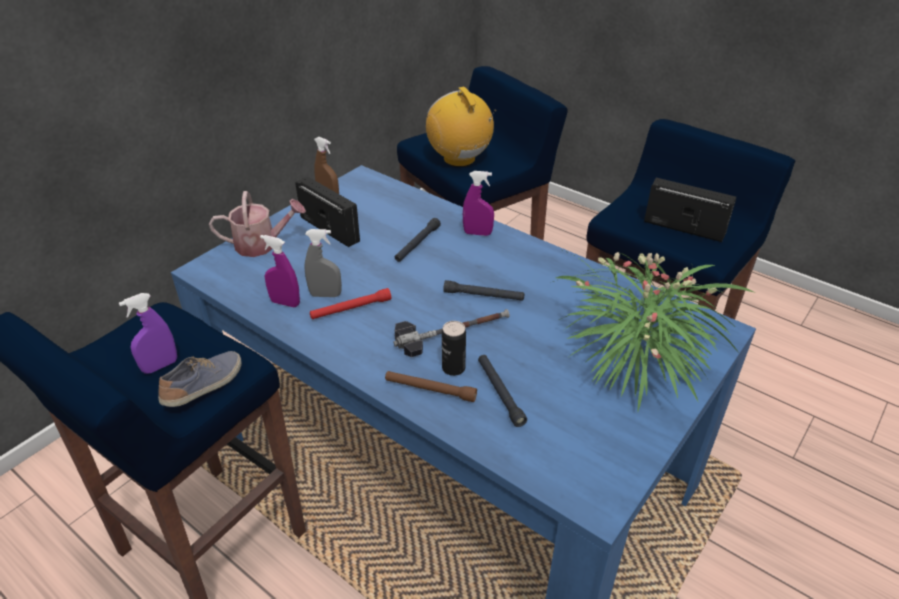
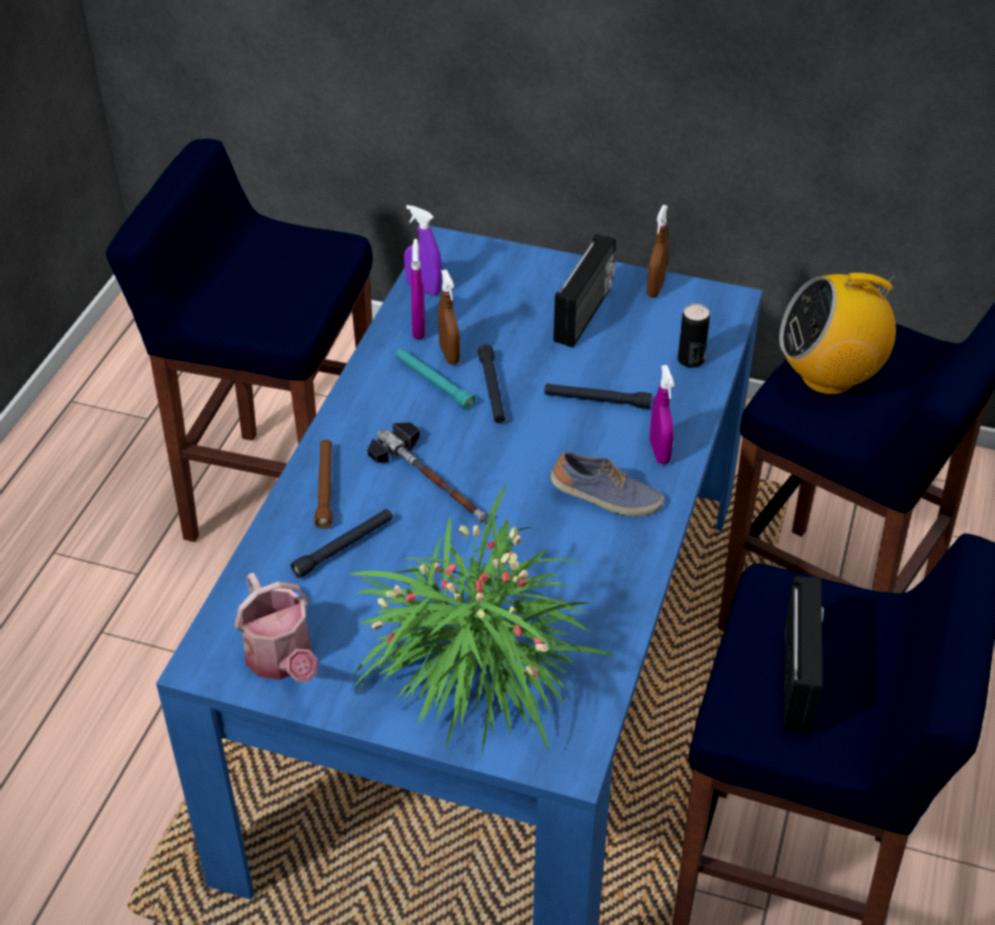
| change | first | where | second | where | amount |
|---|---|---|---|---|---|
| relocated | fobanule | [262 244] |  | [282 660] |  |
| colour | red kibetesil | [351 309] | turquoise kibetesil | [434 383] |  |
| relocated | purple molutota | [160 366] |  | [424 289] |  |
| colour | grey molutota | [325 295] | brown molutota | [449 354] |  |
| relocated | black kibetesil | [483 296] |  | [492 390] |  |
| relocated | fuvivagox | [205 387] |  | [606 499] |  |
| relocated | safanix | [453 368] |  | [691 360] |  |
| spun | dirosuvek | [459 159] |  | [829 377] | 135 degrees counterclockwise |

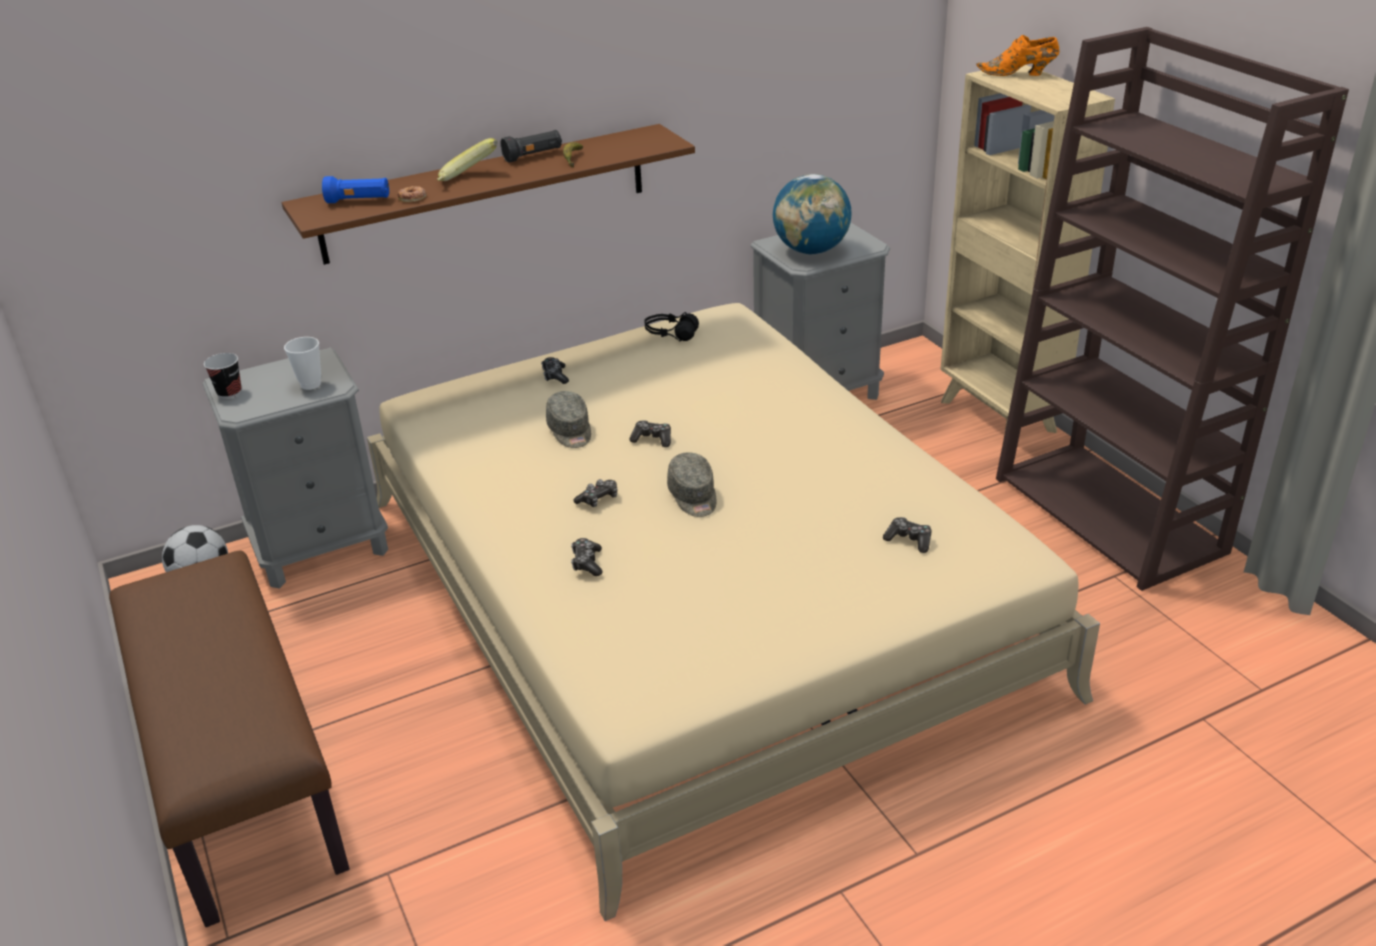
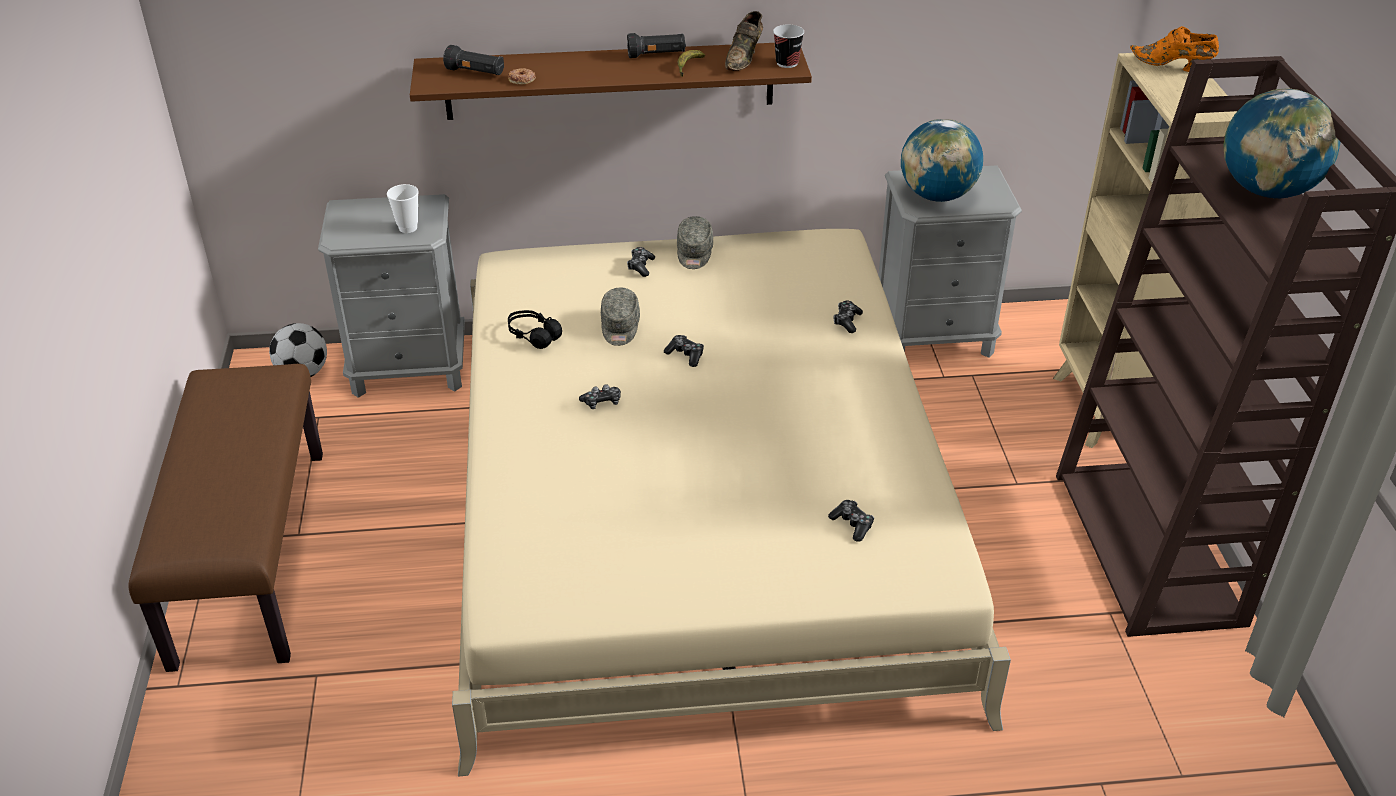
| change | first | where | second | where | amount |
|---|---|---|---|---|---|
| colour | blue kibetesil | [359 201] | black kibetesil | [476 72] |  |
| relocated | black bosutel | [671 334] |  | [533 336] |  |
| relocated | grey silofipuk | [693 497] |  | [694 253] |  |
| appeared |  |  | brown fuvivagox | [744 58] |  |
| relocated | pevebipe | [229 392] |  | [787 63] |  |
| relocated | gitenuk | [587 563] |  | [847 321] |  |
| appeared |  |  | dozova | [1267 191] |  |
| missing | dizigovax | [468 179] |  |  |  |

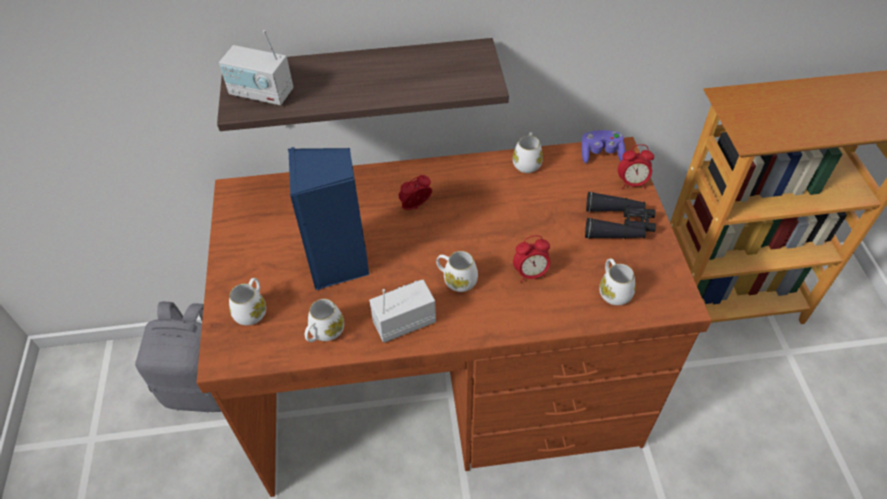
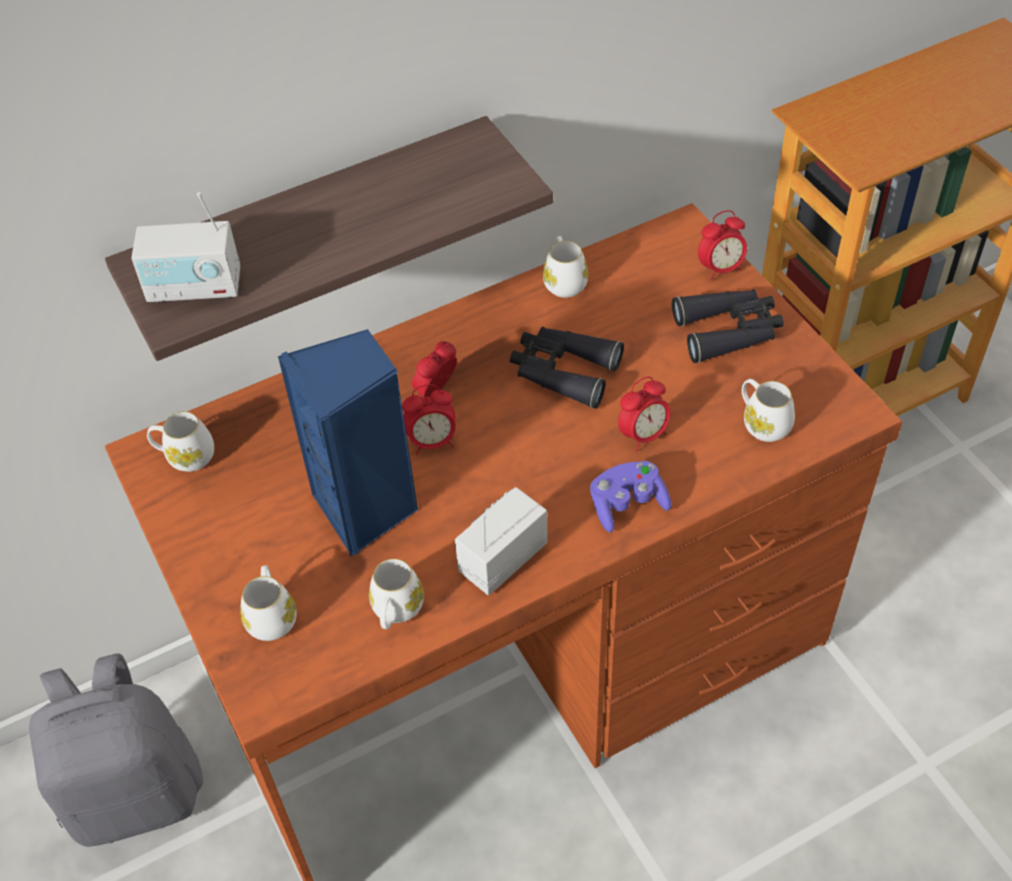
| change | first | where | second | where | amount |
|---|---|---|---|---|---|
| relocated | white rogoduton | [456 280] |  | [185 456] |  |
| appeared |  |  | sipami | [432 442] |  |
| appeared |  |  | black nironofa | [563 371] |  |
| relocated | purple gitenuk | [601 154] |  | [627 504] |  |

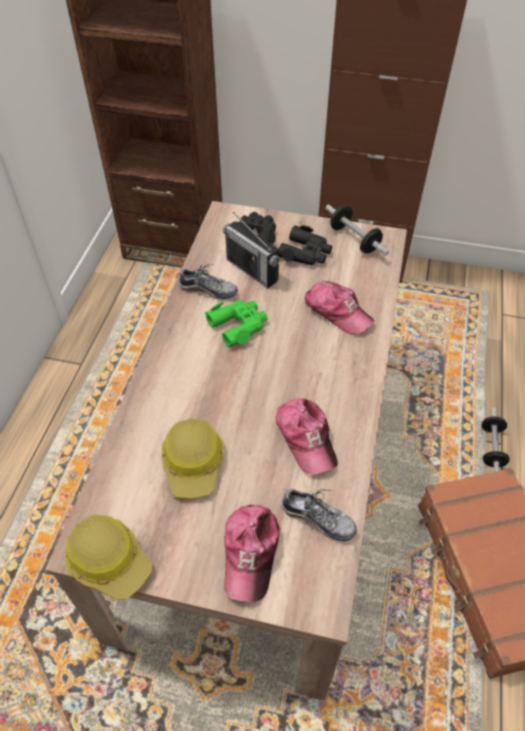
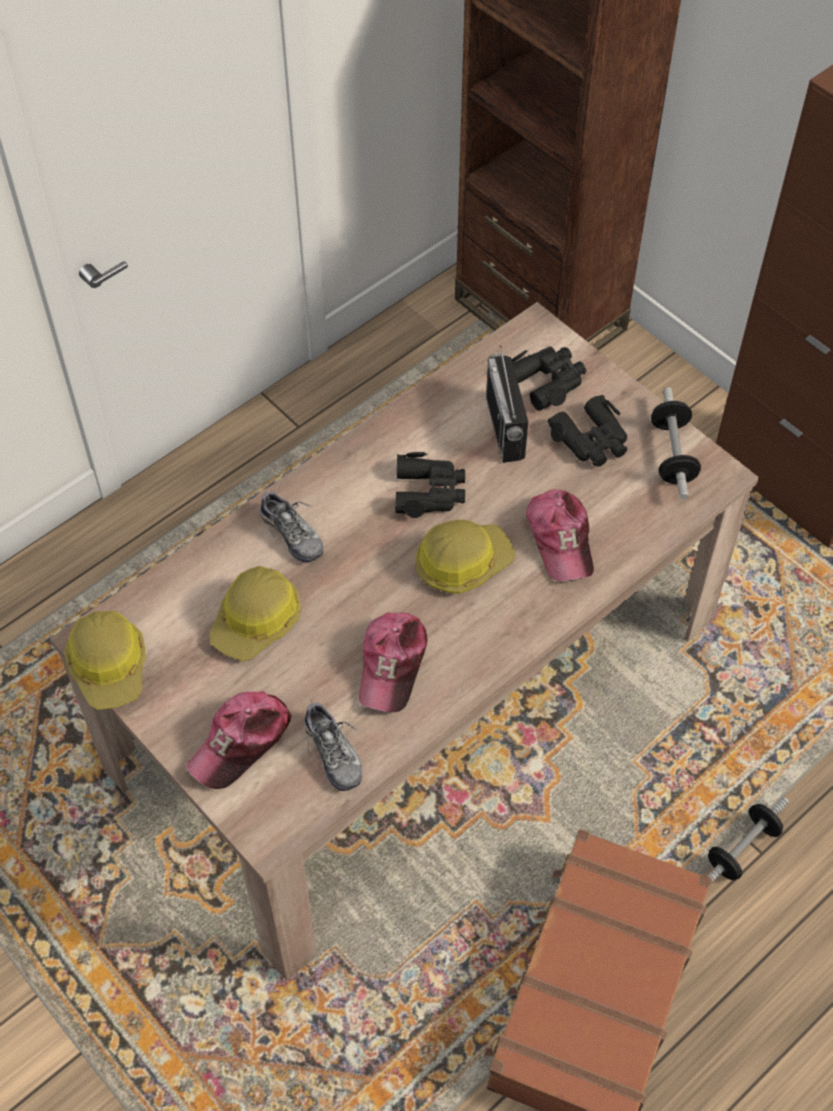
| change | first | where | second | where | amount |
|---|---|---|---|---|---|
| relocated | fuvivagox | [208 290] |  | [292 534] |  |
| colour | green nironofa | [238 325] | black nironofa | [429 491] |  |
| appeared |  |  | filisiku | [462 562] |  |

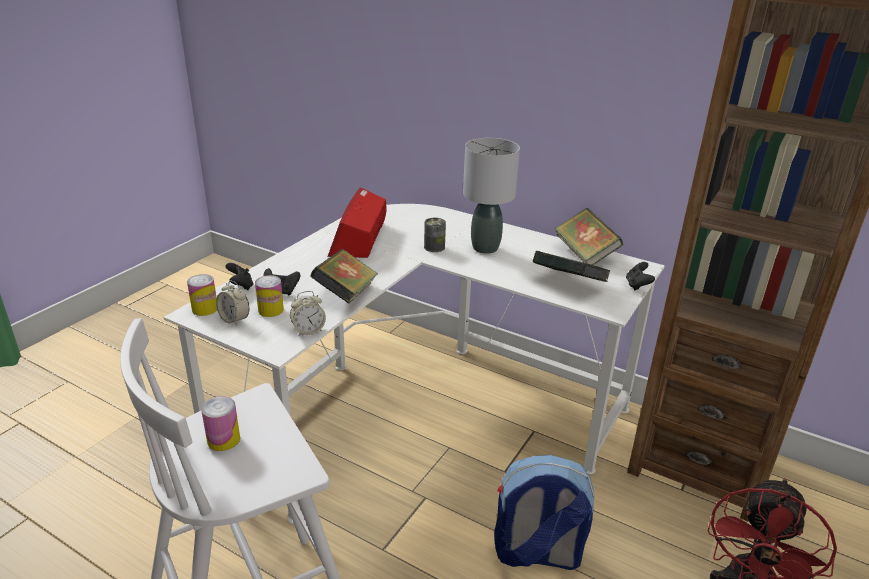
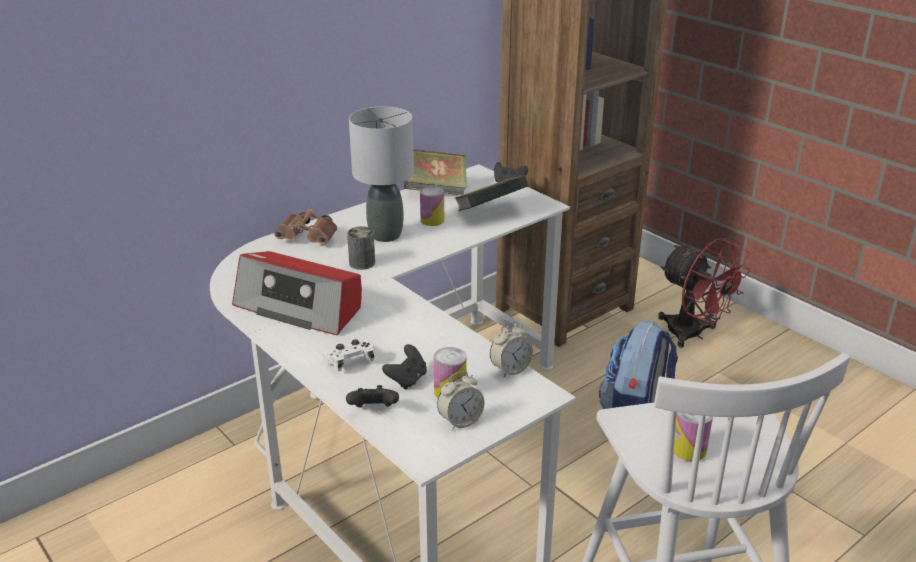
| change | first | where | second | where | amount |
|---|---|---|---|---|---|
| appeared |  |  | brown nironofa | [309 239] |  |
| appeared |  |  | white gitenuk | [349 361] |  |
| relocated | safanix | [205 309] |  | [432 220] |  |
| spun | sipami | [308 331] |  | [510 369] | 60 degrees clockwise |
| missing | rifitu | [346 294] |  |  |  |

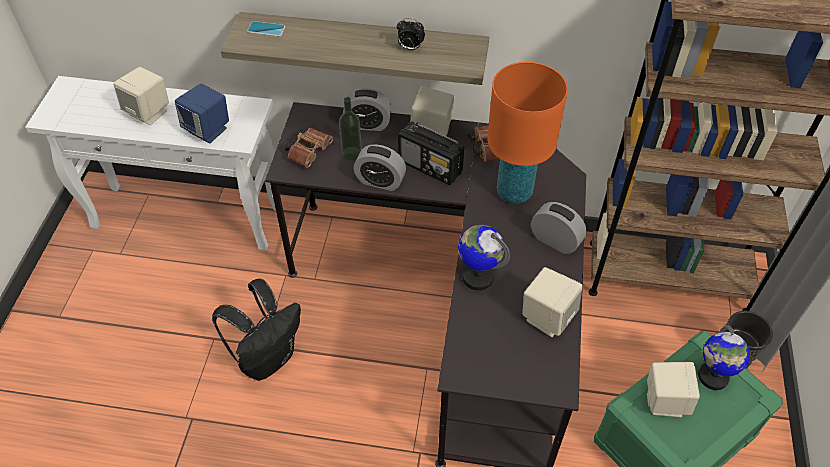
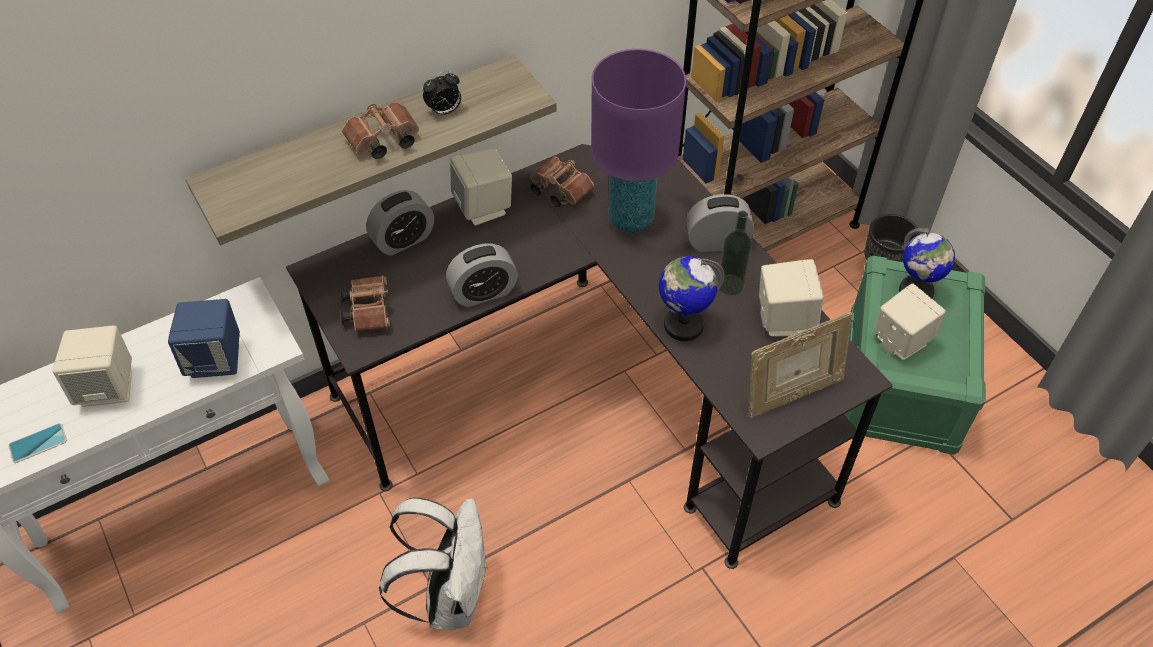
| change | first | where | second | where | amount |
|---|---|---|---|---|---|
| relocated | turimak | [266 29] |  | [38 443] |  |
| appeared |  |  | brown nironofa | [382 142] |  |
| colour | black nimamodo | [268 358] | white nimamodo | [449 595] |  |
| colour | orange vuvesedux | [514 191] | purple vuvesedux | [630 218] |  |
| relocated | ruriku | [352 153] |  | [730 284] |  |
| appeared |  |  | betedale | [791 395] |  |
| missing | dirosuvek | [430 167] |  |  |  |

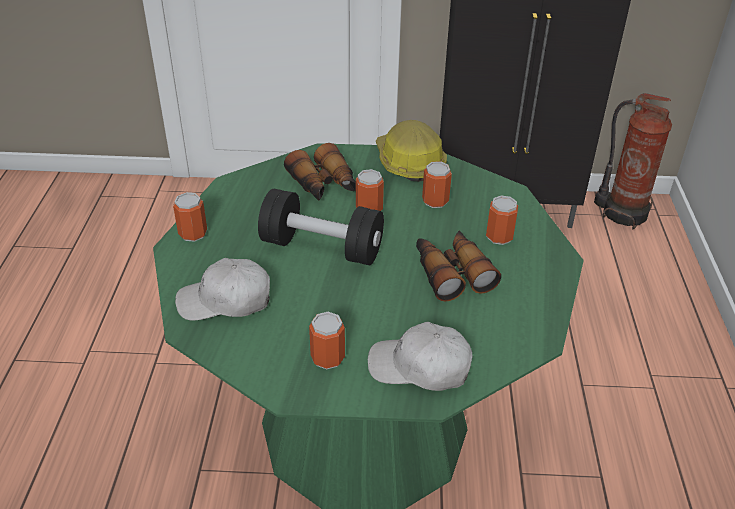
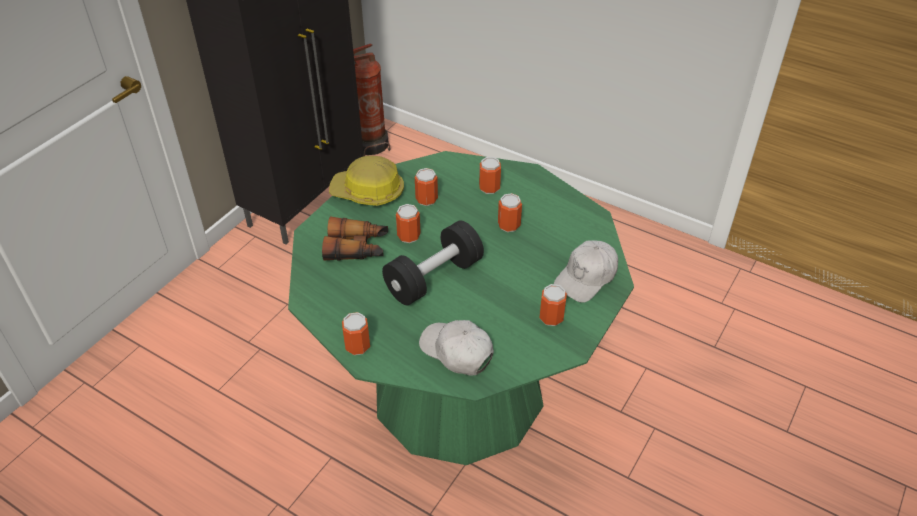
| change | first | where | second | where | amount |
|---|---|---|---|---|---|
| spun | white silofipuk | [226 301] |  | [457 352] | 105 degrees clockwise |
| exchanged | nironofa | [451 272] | safanix | [509 225] |  |

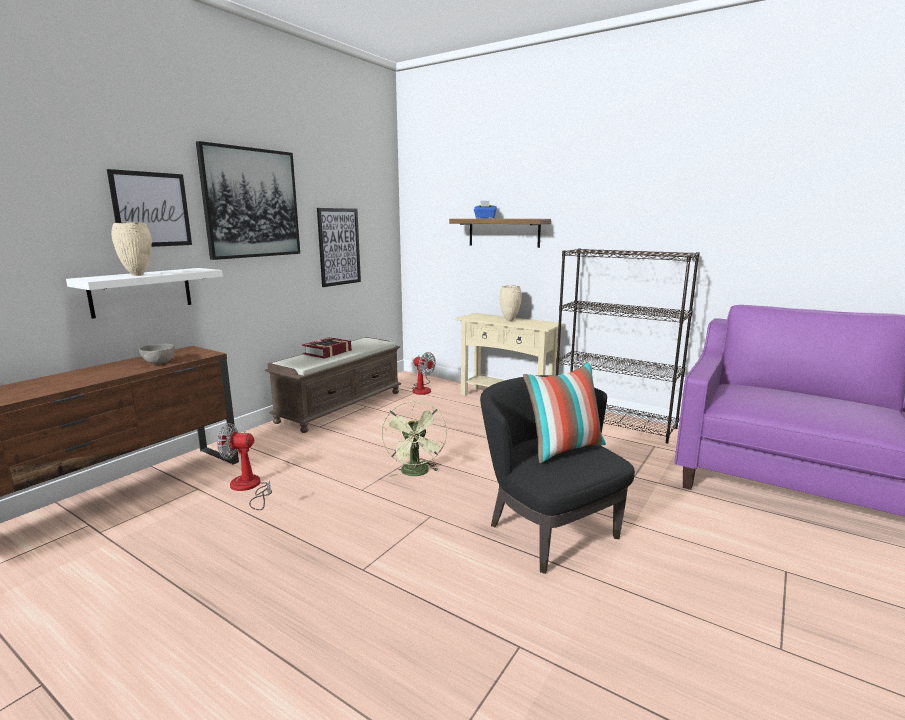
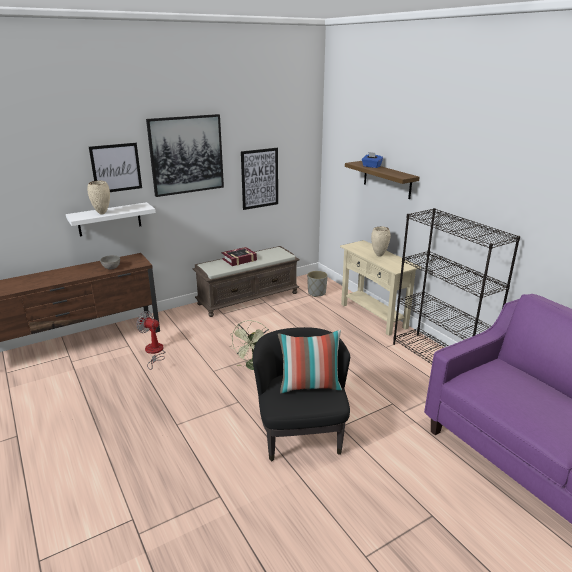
| change | first | where | second | where | amount |
|---|---|---|---|---|---|
| exchanged | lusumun | [422 389] | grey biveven | [316 293] |  |

